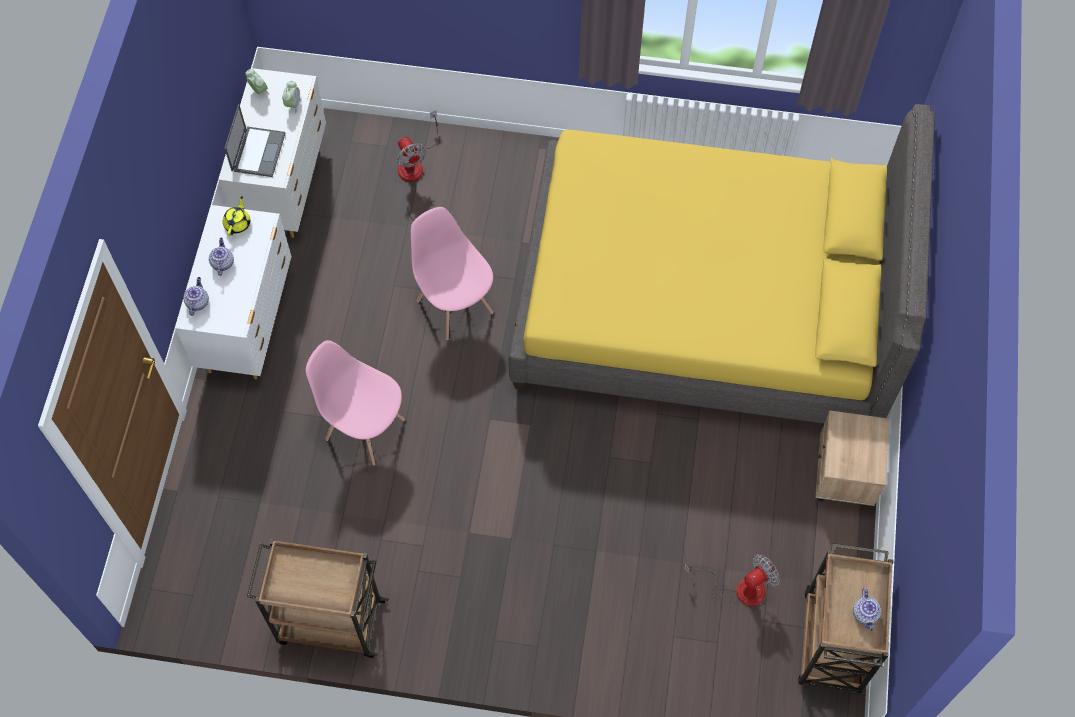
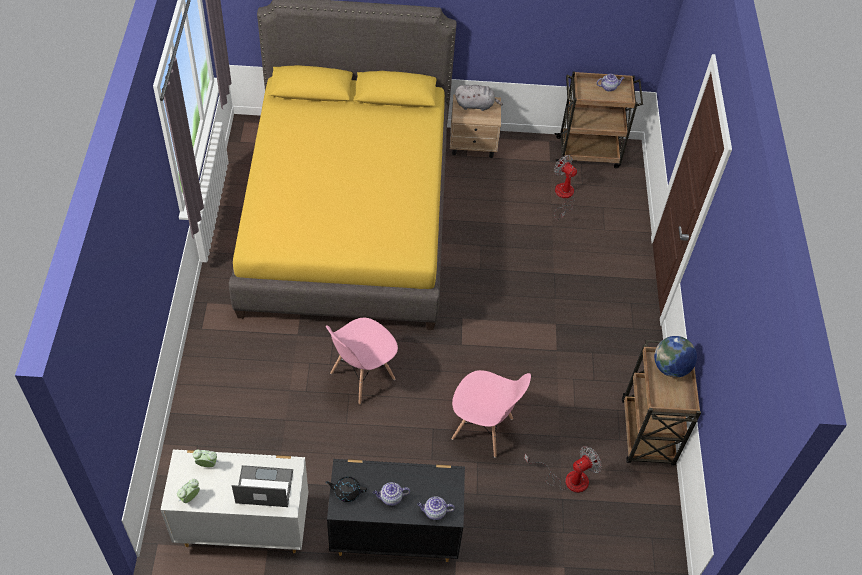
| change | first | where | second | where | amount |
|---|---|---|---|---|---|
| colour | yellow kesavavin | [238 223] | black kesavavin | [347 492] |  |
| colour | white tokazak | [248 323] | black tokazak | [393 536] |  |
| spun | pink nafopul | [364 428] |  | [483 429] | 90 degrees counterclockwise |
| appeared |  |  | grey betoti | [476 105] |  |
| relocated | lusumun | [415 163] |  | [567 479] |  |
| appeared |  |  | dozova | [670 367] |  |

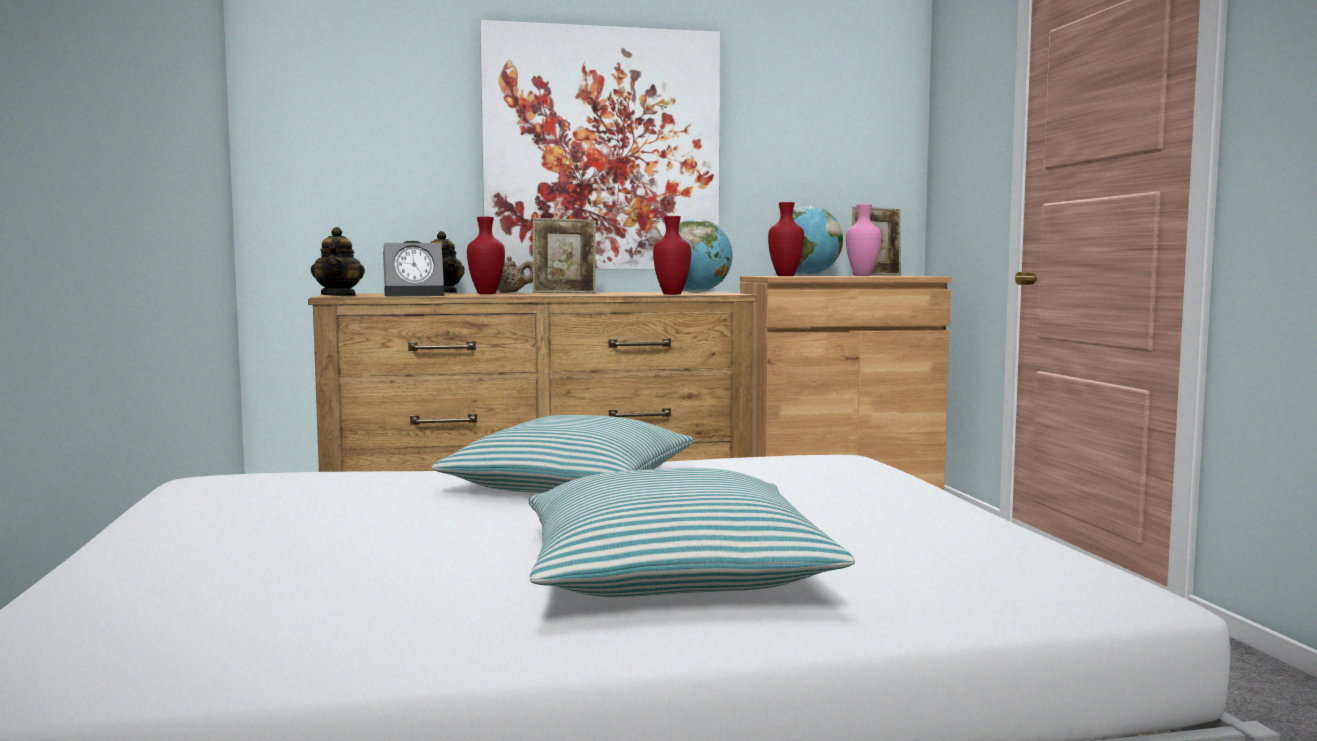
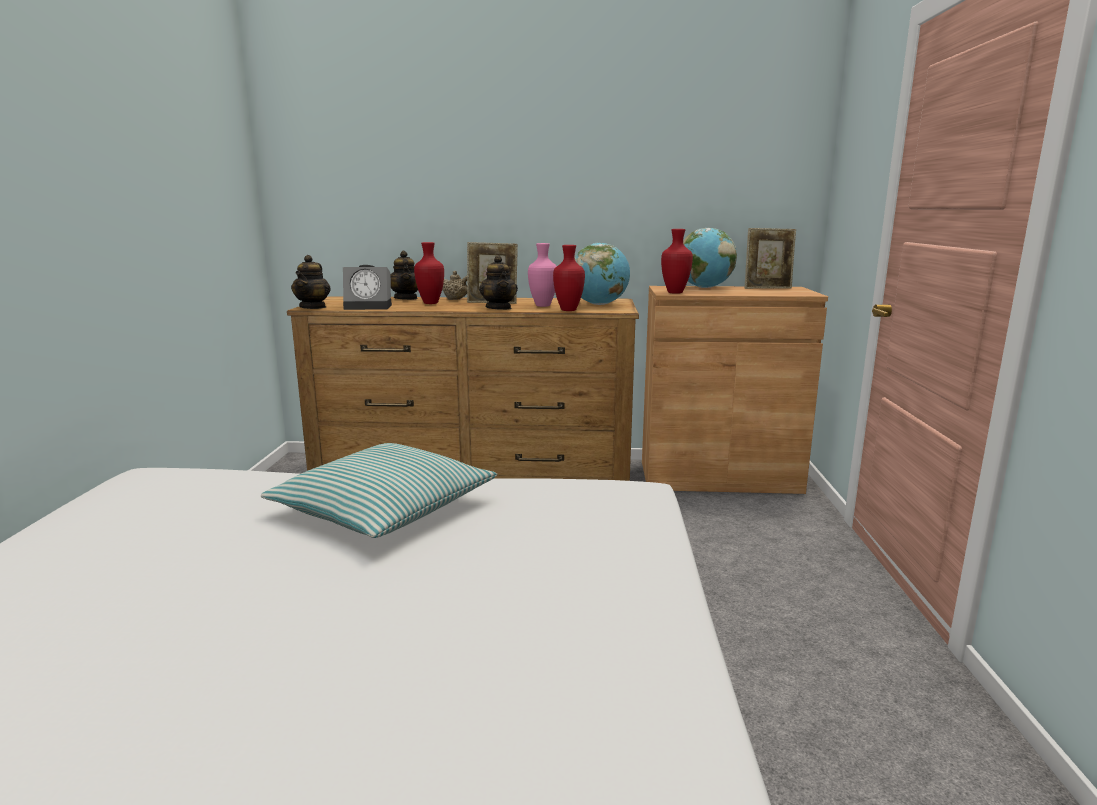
| change | first | where | second | where | amount |
|---|---|---|---|---|---|
| appeared |  |  | kesavavin | [499 308] |  |
| relocated | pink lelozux | [862 276] |  | [542 306] |  |
| missing | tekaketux | [602 150] |  |  |  |
| missing | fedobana | [672 571] |  |  |  |

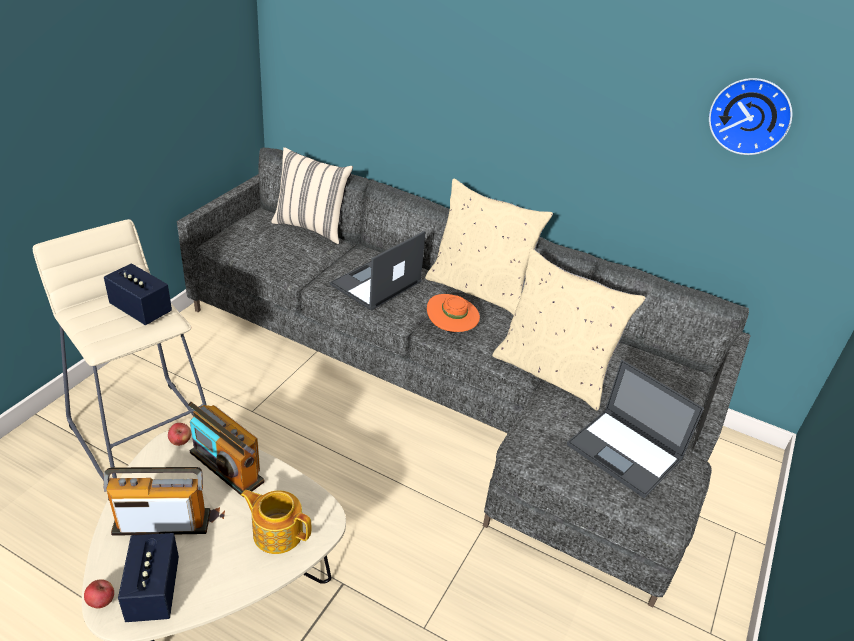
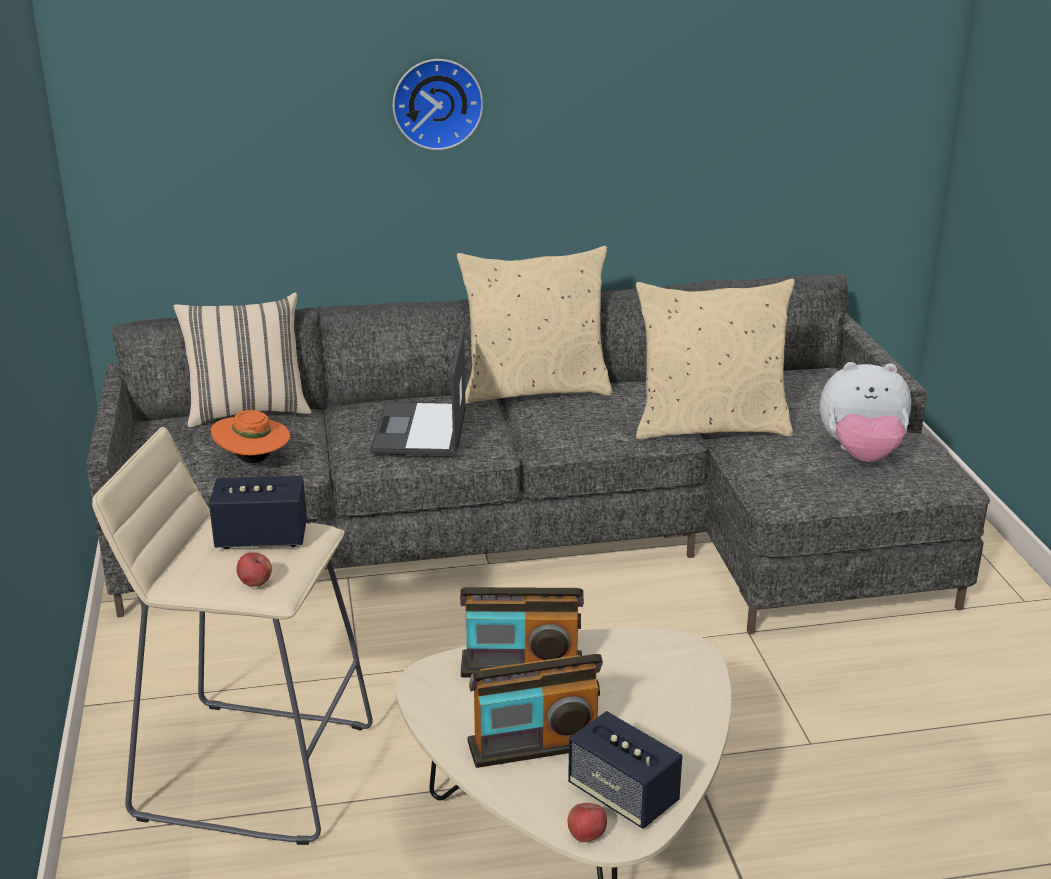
| change | first | where | second | where | amount |
|---|---|---|---|---|---|
| relocated | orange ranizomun | [451 329] |  | [253 461] |  |
| relocated | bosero | [180 441] |  | [255 583] |  |
| relocated | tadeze | [750 115] |  | [437 103] |  |
| spun | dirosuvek | [162 522] |  | [535 745] | 150 degrees counterclockwise |
| exchanged | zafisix | [625 453] | betoti | [861 454] |  |
| missing | kesavavin | [277 532] |  |  |  |

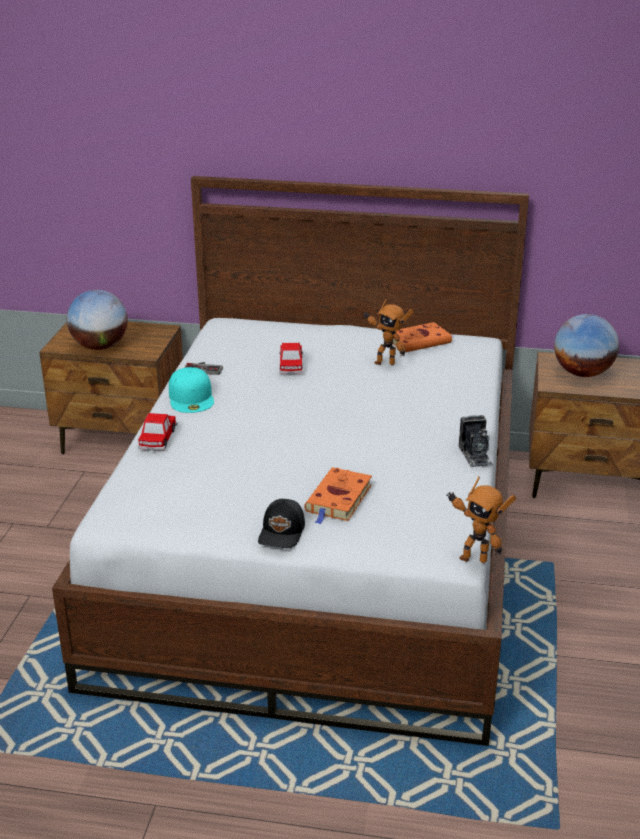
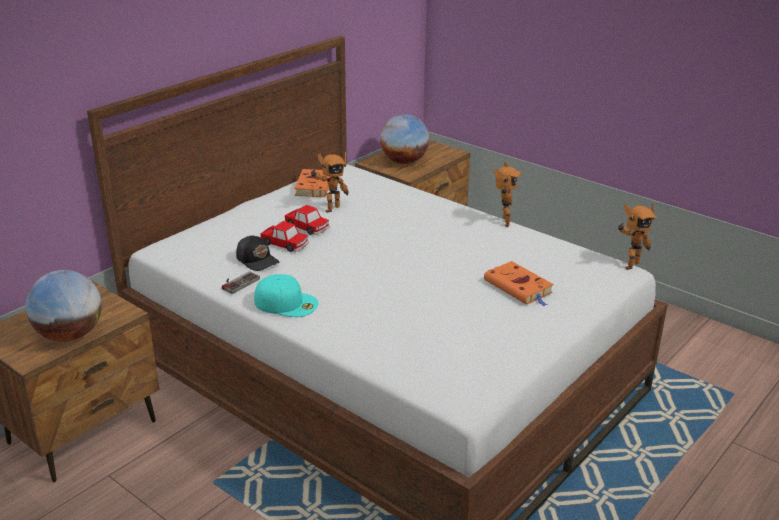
| change | first | where | second | where | amount |
|---|---|---|---|---|---|
| relocated | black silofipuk | [282 532] |  | [257 260] |  |
| relocated | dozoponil | [157 438] |  | [307 227] |  |
| exchanged | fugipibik | [475 455] | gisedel | [503 222] |  |

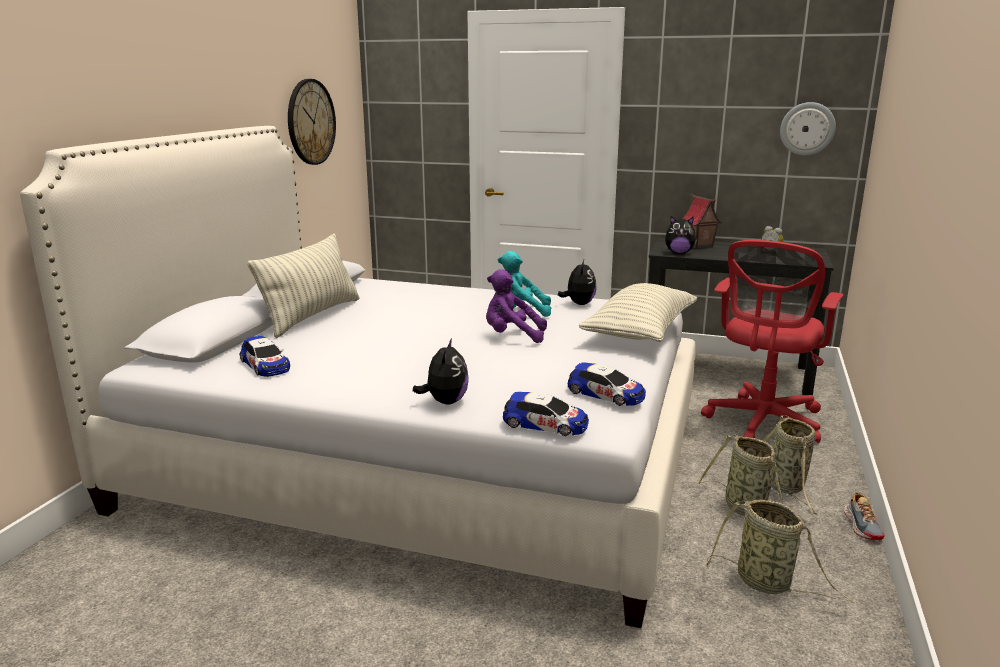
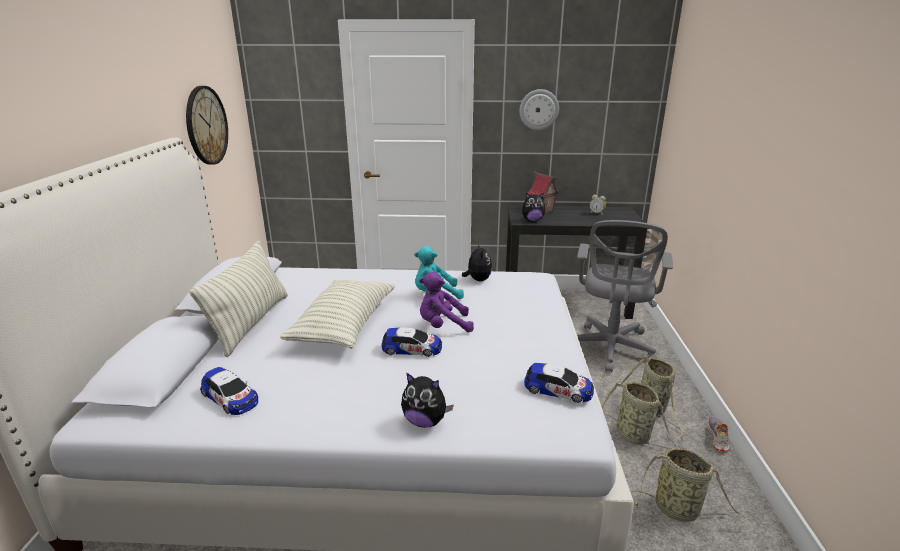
| change | first | where | second | where | amount |
|---|---|---|---|---|---|
| relocated | fedobana | [640 332] |  | [344 326] |  |
| relocated | dozoponil | [545 424] |  | [412 348] |  |
| spun | betoti | [445 402] |  | [425 421] | 120 degrees clockwise |
| relocated | tadeze | [807 129] |  | [539 109] |  |
| colour | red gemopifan | [762 423] | grey gemopifan | [610 349] |  |
| spun | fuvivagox | [862 526] |  | [717 437] | 150 degrees counterclockwise |

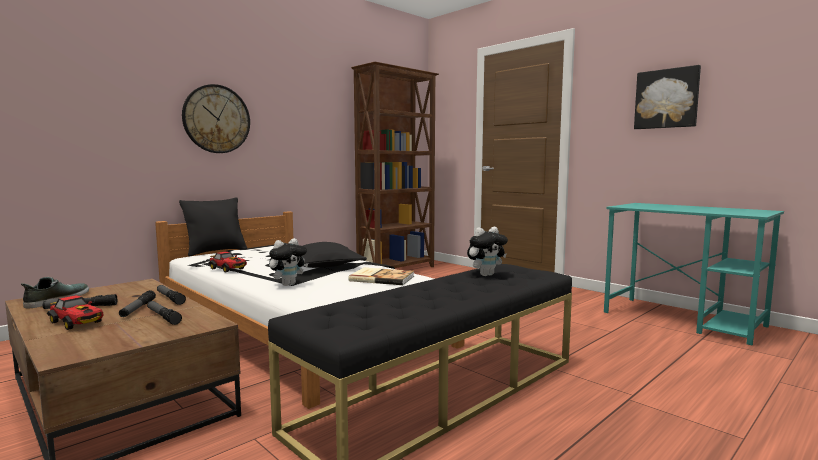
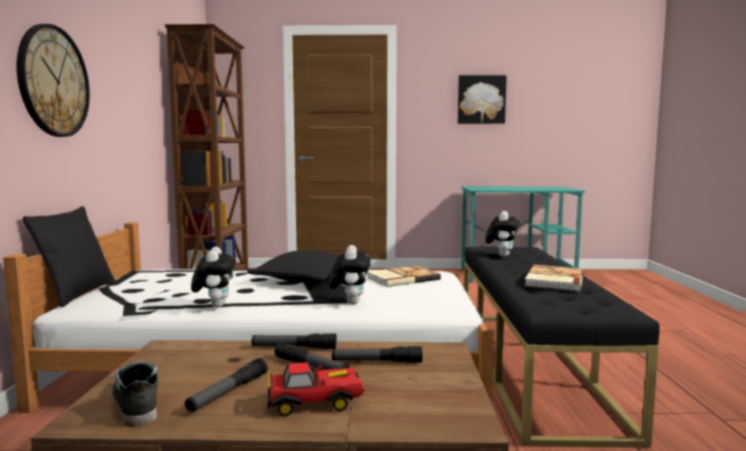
| change | first | where | second | where | amount |
|---|---|---|---|---|---|
| exchanged | dozoponil | [228 269] | betoti | [215 306] |  |
| appeared |  |  | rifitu | [553 280] |  |

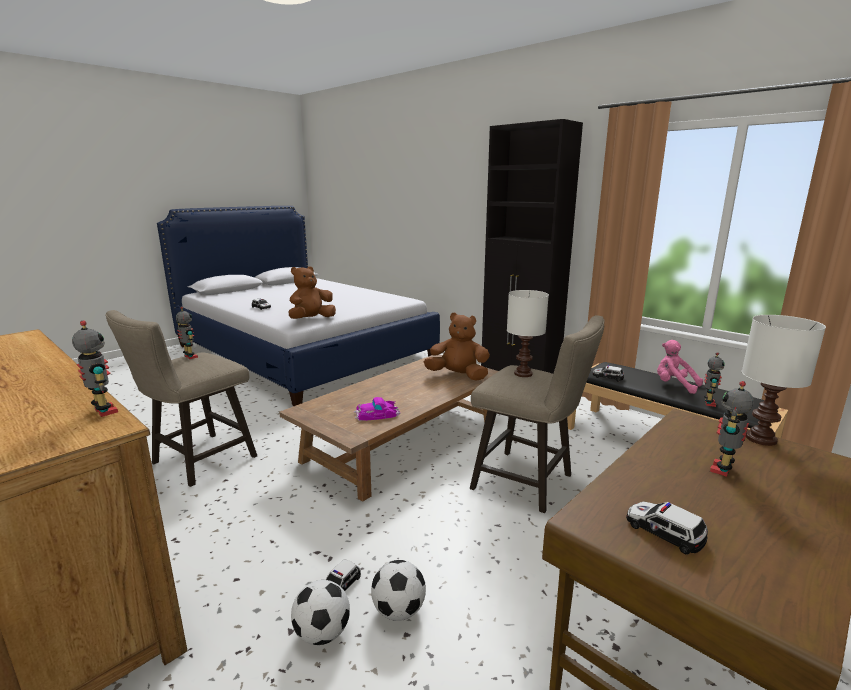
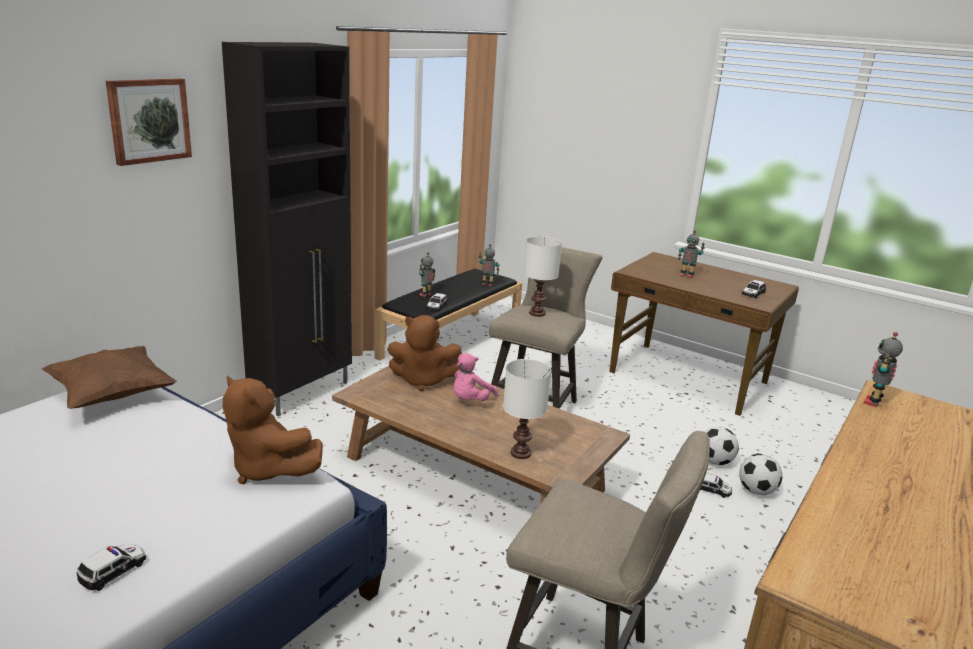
| change | first | where | second | where | amount |
|---|---|---|---|---|---|
| appeared |  |  | brown fedobana | [112 395] |  |
| appeared |  |  | tekaketux | [149 120] |  |
| spun | brown betoti | [458 376] |  | [424 380] | 90 degrees counterclockwise |
| relocated | gisedel | [189 357] |  | [426 295] |  |
| relocated | pink betoti | [674 385] |  | [470 400] |  |
| relocated | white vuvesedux | [761 439] |  | [521 453] |  |
| missing | dozoponil | [377 414] |  |  |  |

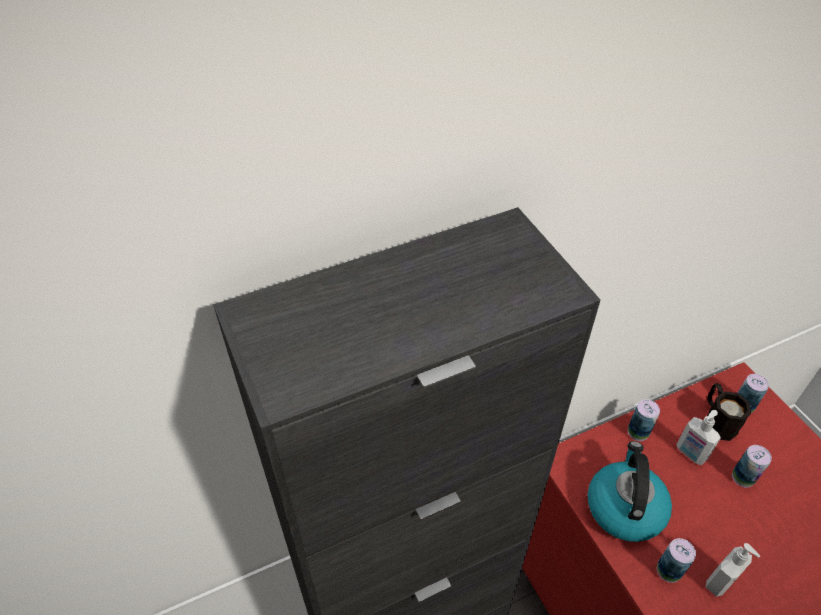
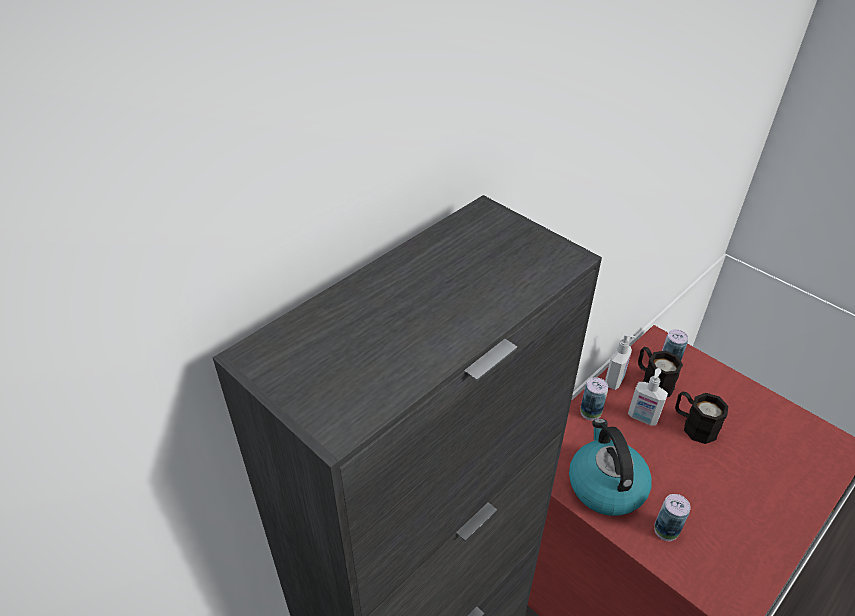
| change | first | where | second | where | amount |
|---|---|---|---|---|---|
| relocated | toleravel | [720 582] |  | [615 380] |  |
| exchanged | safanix | [743 477] | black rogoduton | [693 425] |  |

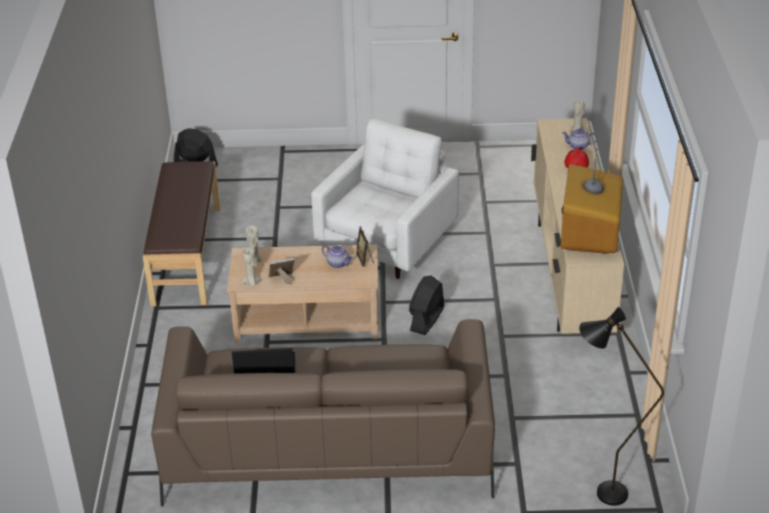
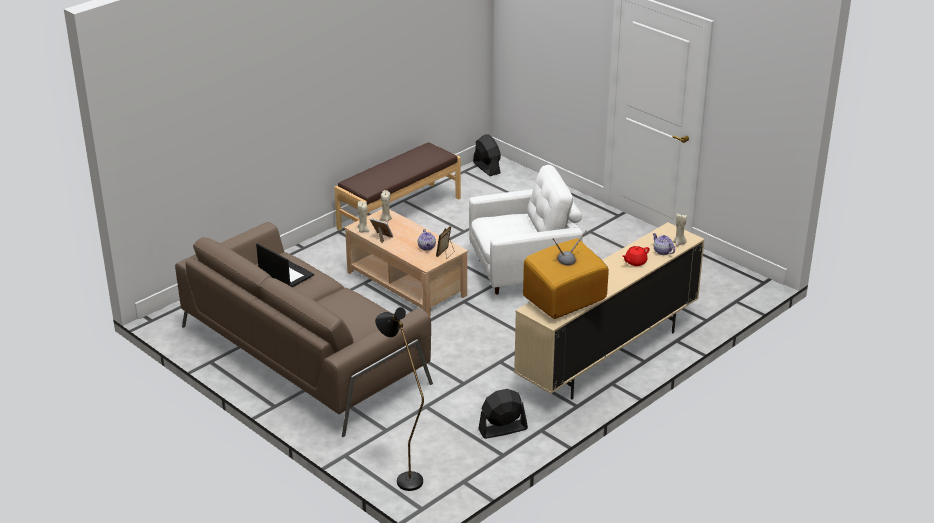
| change | first | where | second | where | amount |
|---|---|---|---|---|---|
| relocated | black lusumun | [427 319] |  | [502 429] |  |

